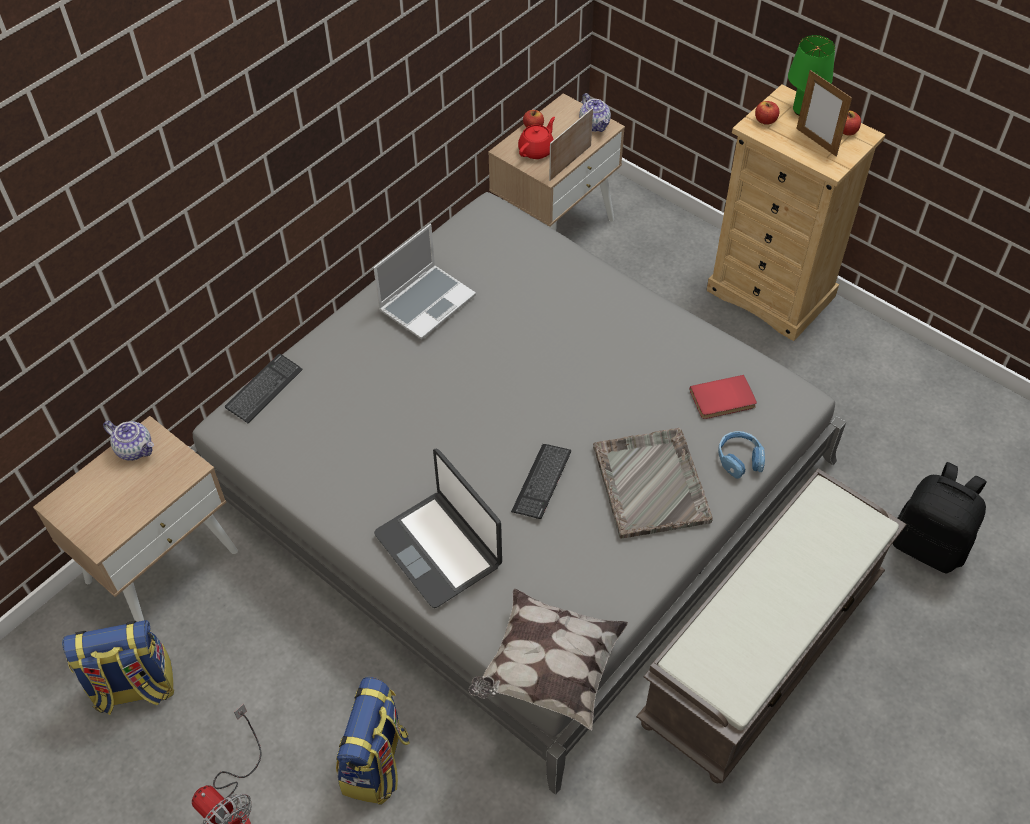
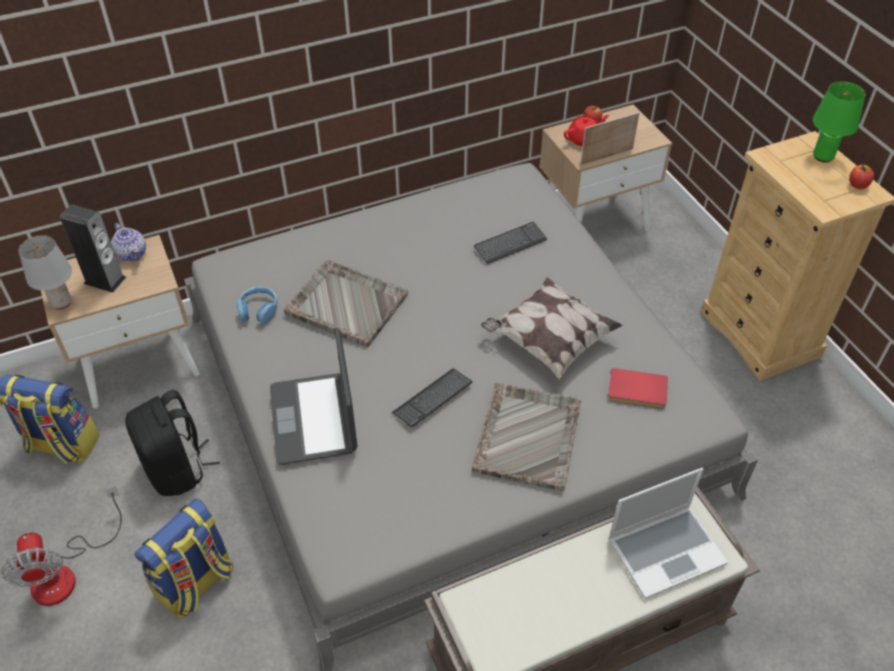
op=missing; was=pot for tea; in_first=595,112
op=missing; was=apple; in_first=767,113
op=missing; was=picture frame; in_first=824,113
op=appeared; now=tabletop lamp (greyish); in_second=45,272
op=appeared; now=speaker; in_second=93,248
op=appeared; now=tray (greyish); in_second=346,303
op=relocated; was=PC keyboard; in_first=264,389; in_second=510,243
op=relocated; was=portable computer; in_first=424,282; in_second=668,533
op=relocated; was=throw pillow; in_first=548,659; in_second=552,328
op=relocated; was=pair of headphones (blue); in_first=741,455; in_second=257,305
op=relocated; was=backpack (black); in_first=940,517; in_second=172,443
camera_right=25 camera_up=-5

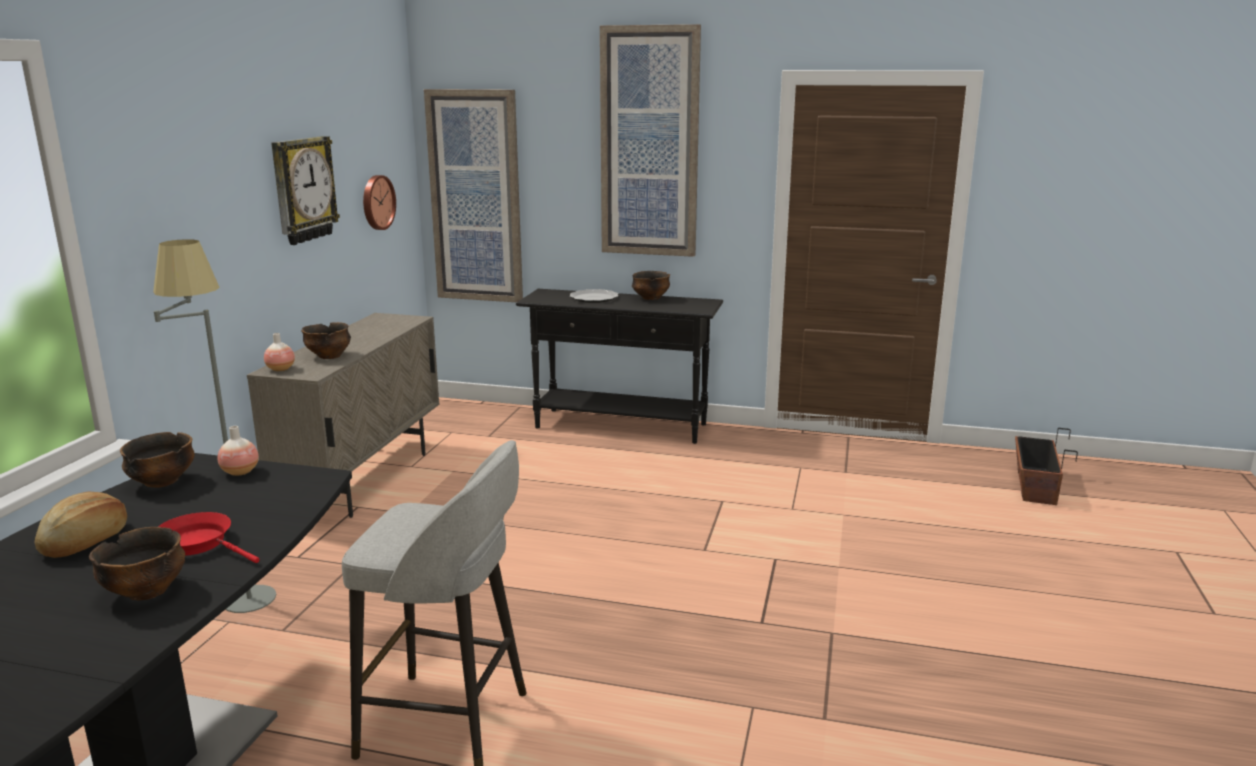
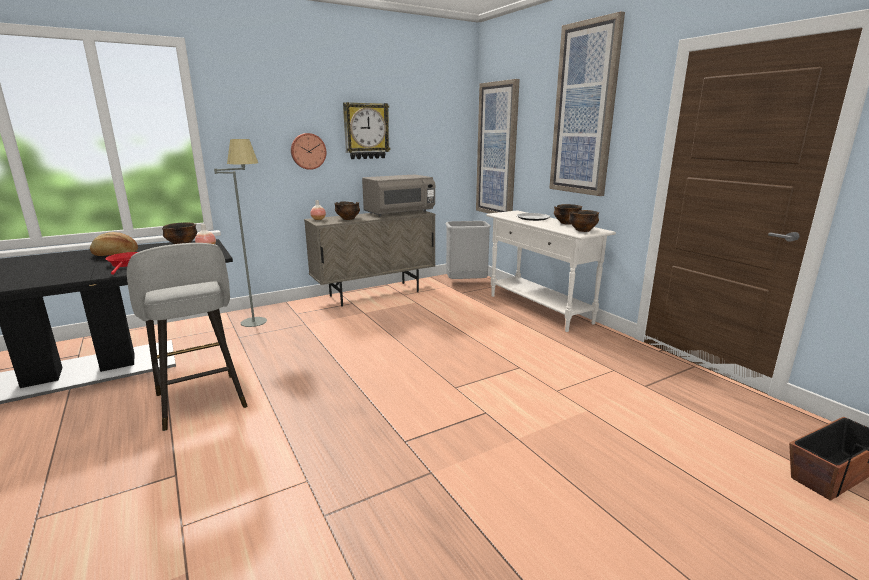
op=appeared; now=kitchen microwave (greyish); in_second=398,196
op=appeared; now=rubbish bin (greyish); in_second=468,250
op=relocated; was=bowl; in_first=137,564; in_second=584,221
op=relocated; was=hanging clock; in_first=379,202; in_second=308,151
op=colour; was=console table (black); now=console table (white); in_first=619,366; in_second=551,271
camera_right=45 camera_up=0

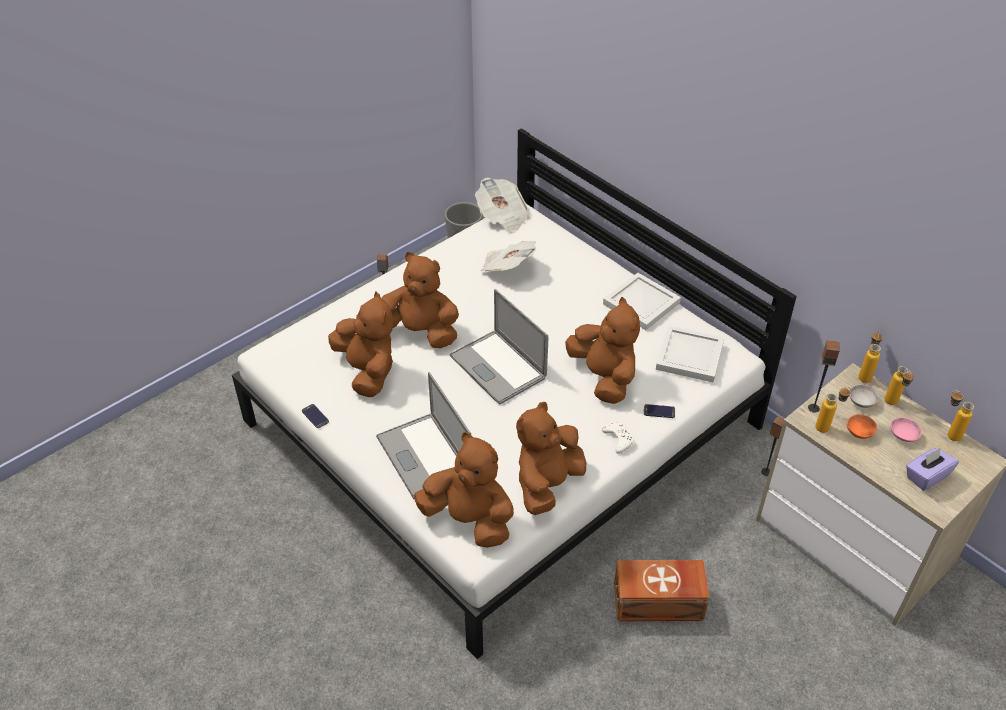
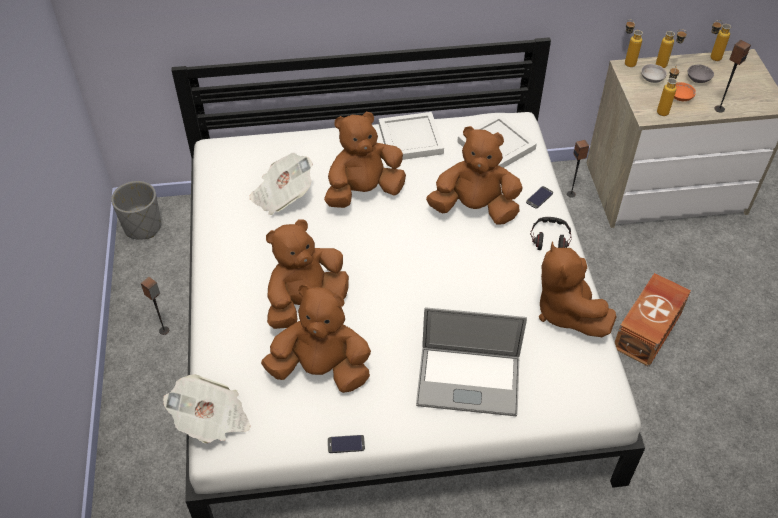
op=missing; was=portable computer; in_first=499,346
op=missing; was=tissue holder (purplish); in_first=932,469
op=relocated; was=cuddly toy (brown); in_first=464,490; in_second=365,160
op=relocated; was=daily paper; in_first=502,205; in_second=207,408
op=relocated; was=speaker; in_first=824,376; in_second=732,76
op=exchanged; was=joypad (white); now=pair of headphones; in_first=618,438; in_second=551,233
op=colour; was=bowl (pinkish); now=bowl (greyish); in_first=906,429; in_second=701,73
camera_right=-55 camera_up=5

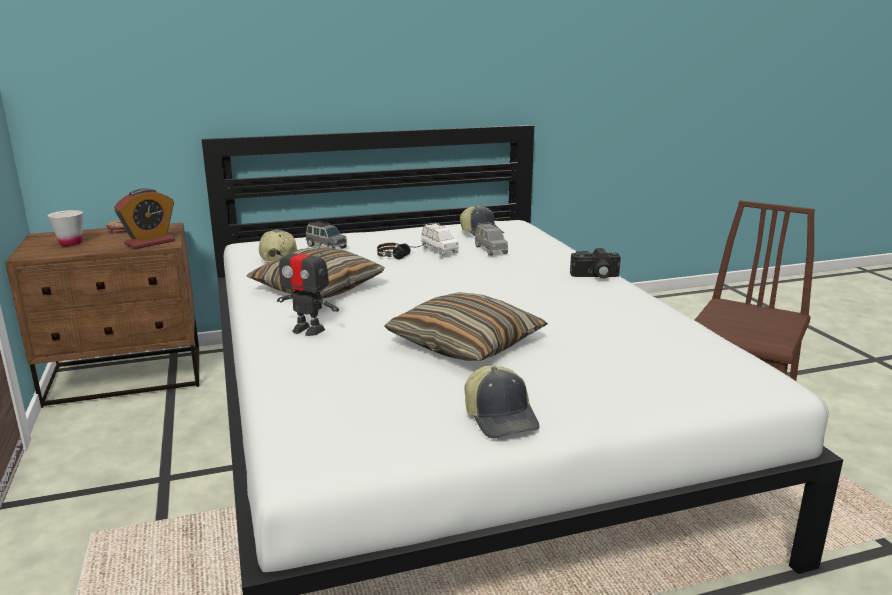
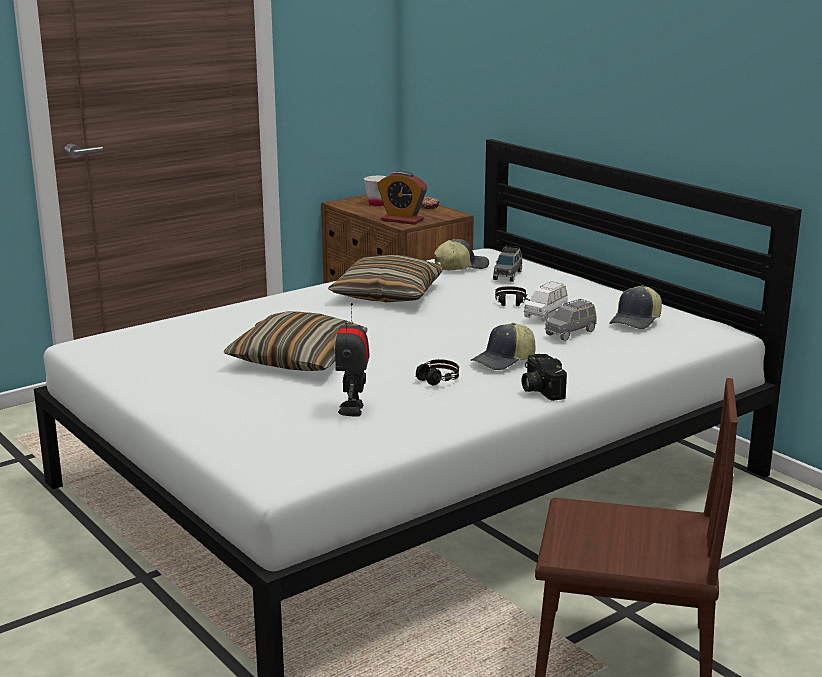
op=appeared; now=pair of headphones; in_second=437,372
op=relocated; was=toy robot; in_first=308,285; in_second=352,360
op=relocated; was=cap; in_first=502,402; in_second=503,346
camera_right=70 camera_up=0

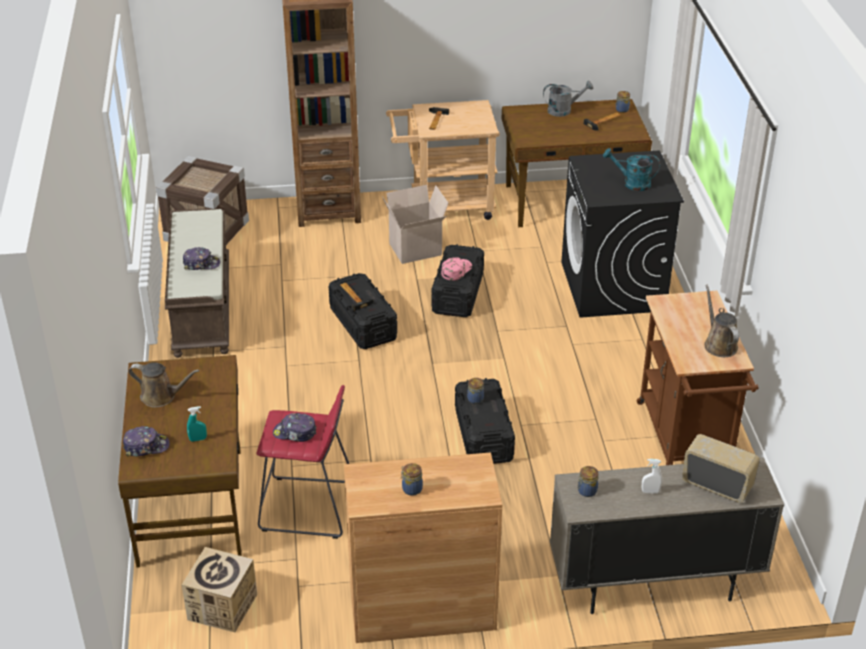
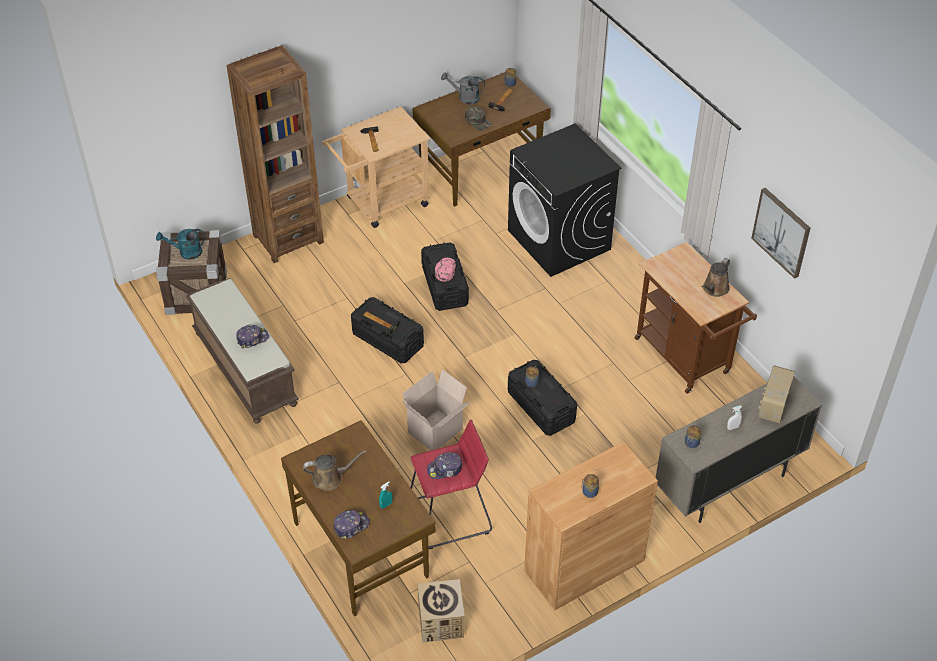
op=appeared; now=cap (green-coloured); in_second=478,118
op=appeared; now=wall picture; in_second=781,233
op=relocated; was=packing box; in_first=415,224; in_second=436,410
op=relocated; was=watering pot (blue-green); in_first=631,169; in_second=180,244
op=spun; was=watering pot (greyish); in_first=568,99; in_second=463,88; clockwise=-135
op=spun; was=radio receiver; in_first=721,468; in_second=776,394; clockwise=-75
op=spun; was=watering pot (brown); in_first=721,321; in_second=716,277; clockwise=-105
camera_right=-25 camera_up=10

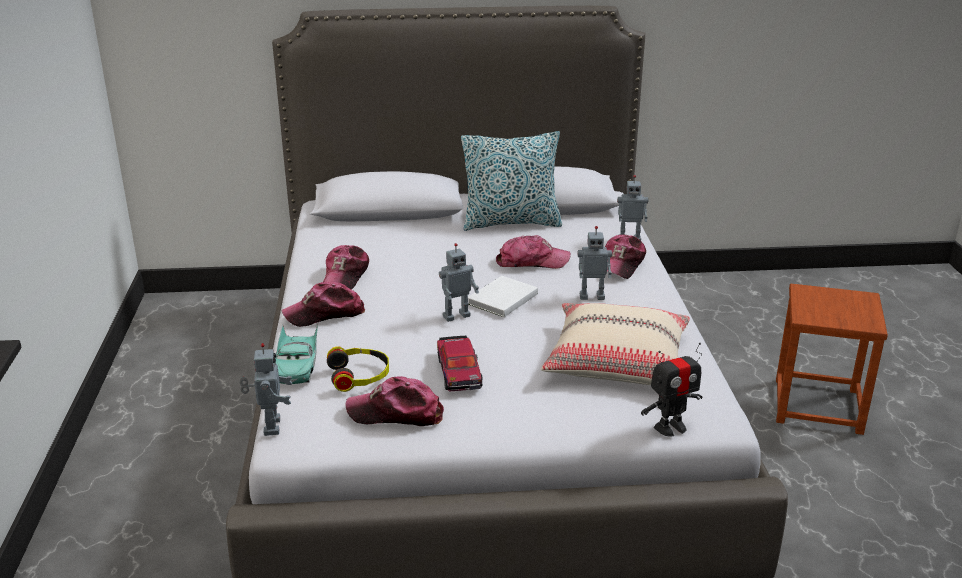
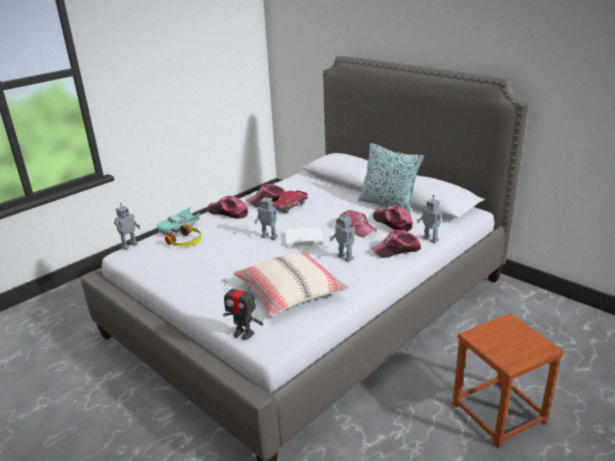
op=relocated; was=cap; in_first=395,401; in_second=393,218
op=relocated; was=toy car; in_first=460,364; in_second=289,201
camera_right=50 camera_up=0

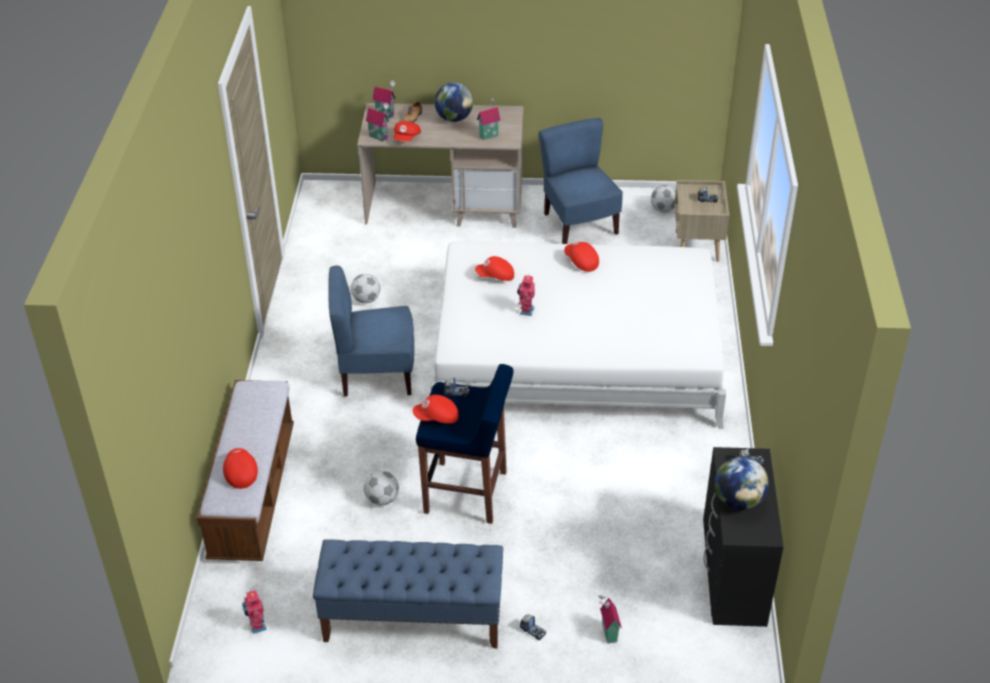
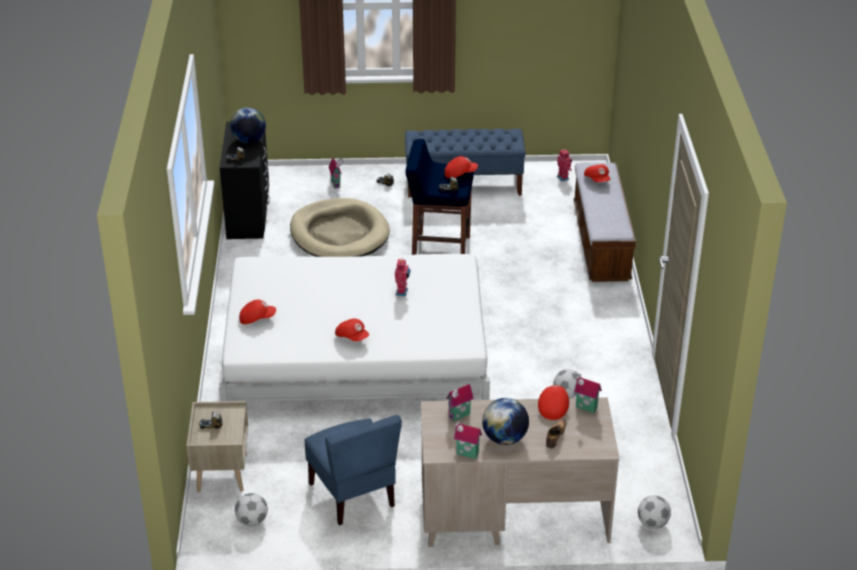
op=missing; was=chair (blue); in_first=371,331
op=appeared; now=pet bed (sand-coloured); in_second=340,227
op=relocated; was=football; in_first=381,488; in_second=654,512
op=relocated; was=model house; in_first=384,99; in_second=468,439
op=relocated; was=cap (red-coloured); in_first=494,268; in_second=257,311
camera_right=175 camera_up=-5

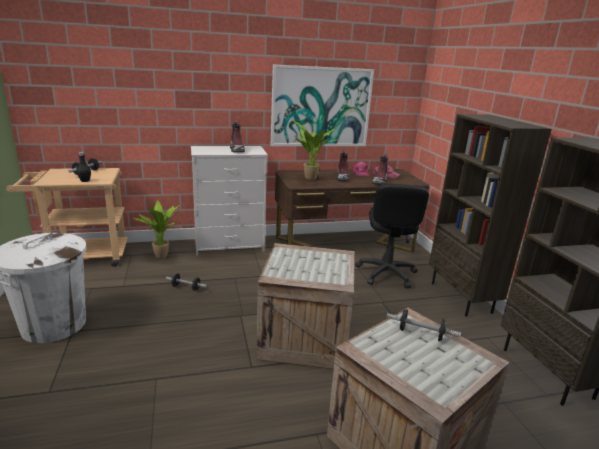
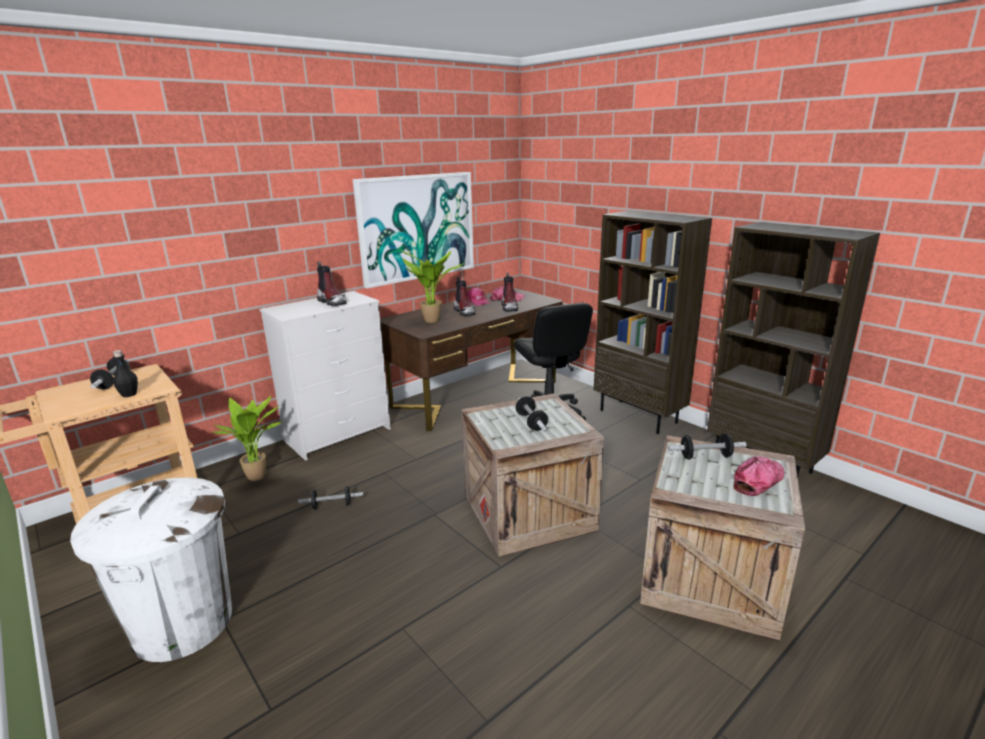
op=appeared; now=free weight; in_second=532,413
op=appeared; now=cap; in_second=759,476
camera_right=-25 camera_up=0

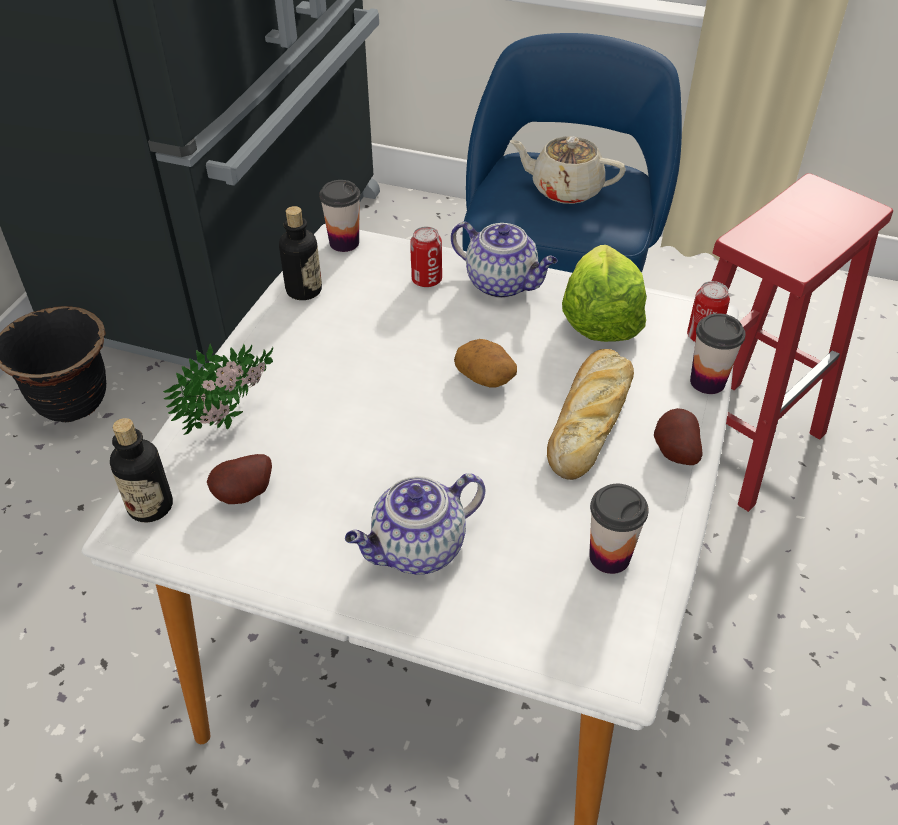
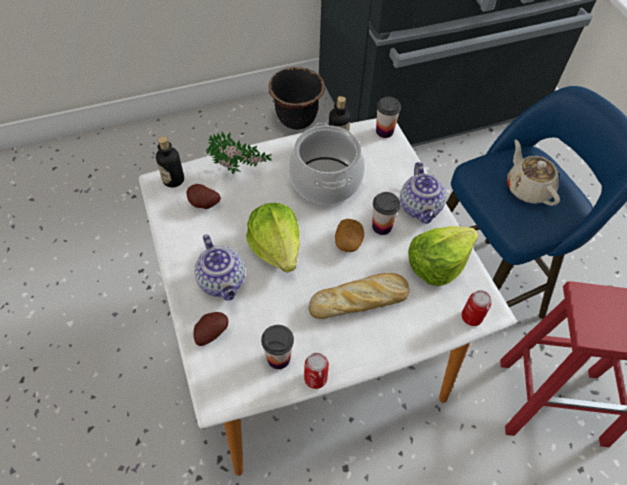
op=appeared; now=head of lettuce; in_second=273,238
op=appeared; now=saucepot; in_second=326,163
op=relocated; was=can; in_first=426,257; in_second=316,371
op=relocated; was=whole potato; in_first=678,436; in_second=211,329
op=relocated; was=cup; in_first=718,353; in_second=386,213
op=spun; was=pot for tea; in_first=415,524; in_second=219,267; clockwise=-135
camera_right=50 camera_up=10

